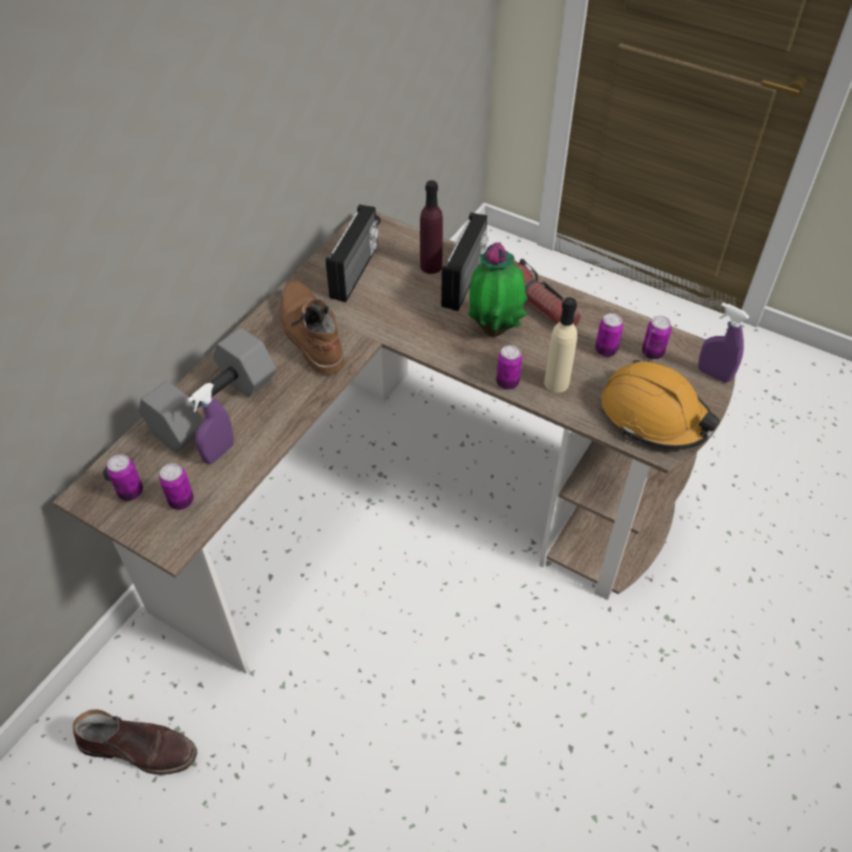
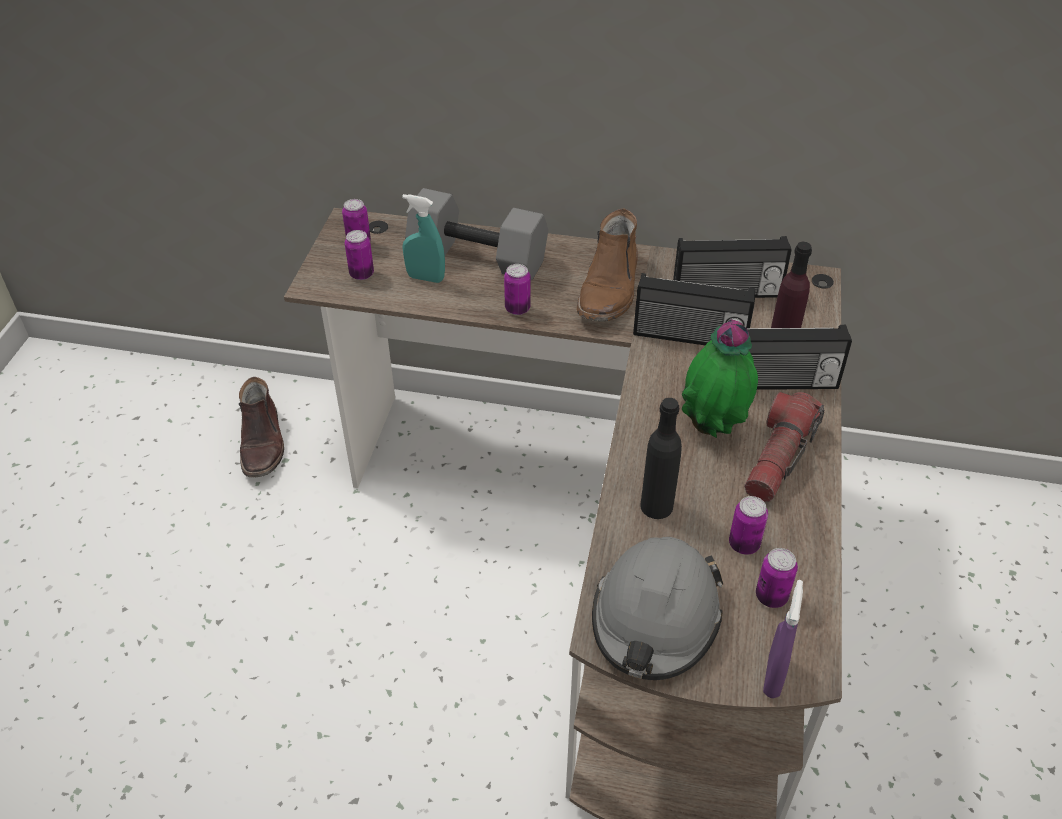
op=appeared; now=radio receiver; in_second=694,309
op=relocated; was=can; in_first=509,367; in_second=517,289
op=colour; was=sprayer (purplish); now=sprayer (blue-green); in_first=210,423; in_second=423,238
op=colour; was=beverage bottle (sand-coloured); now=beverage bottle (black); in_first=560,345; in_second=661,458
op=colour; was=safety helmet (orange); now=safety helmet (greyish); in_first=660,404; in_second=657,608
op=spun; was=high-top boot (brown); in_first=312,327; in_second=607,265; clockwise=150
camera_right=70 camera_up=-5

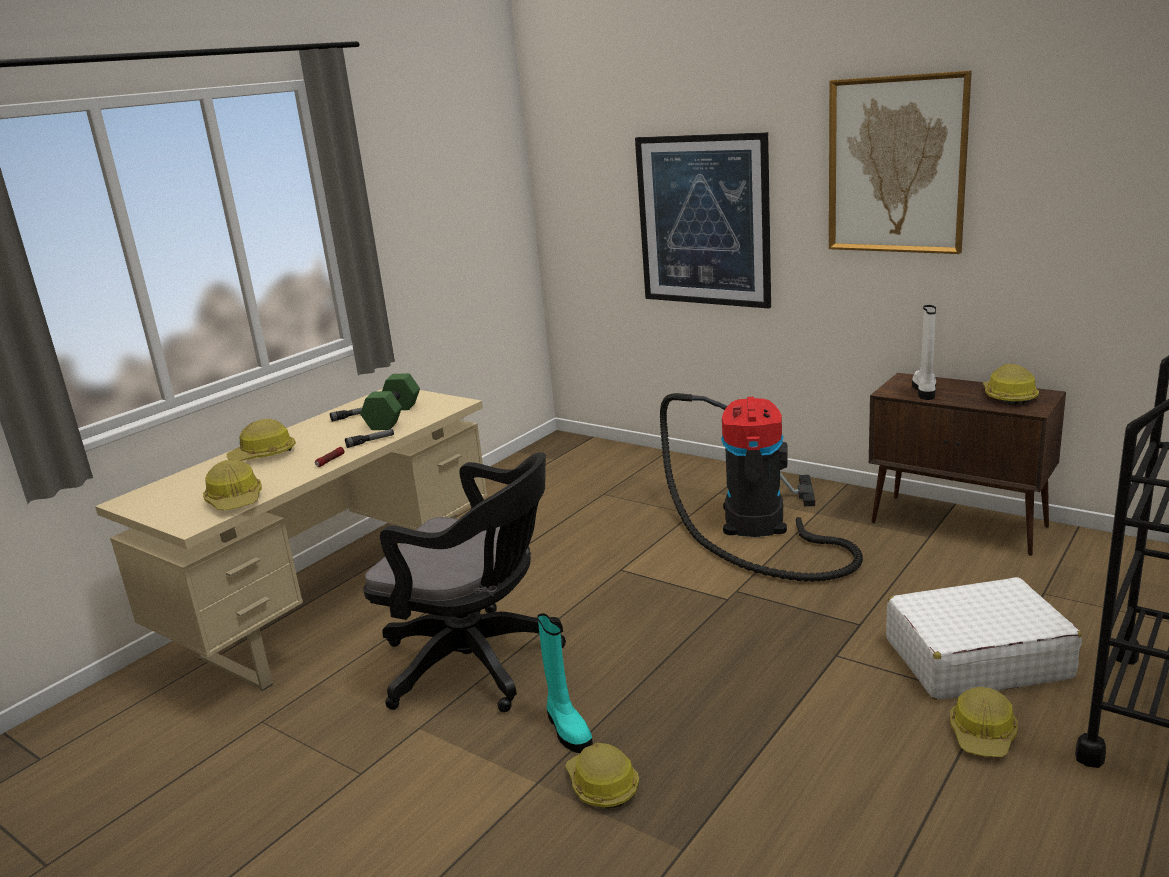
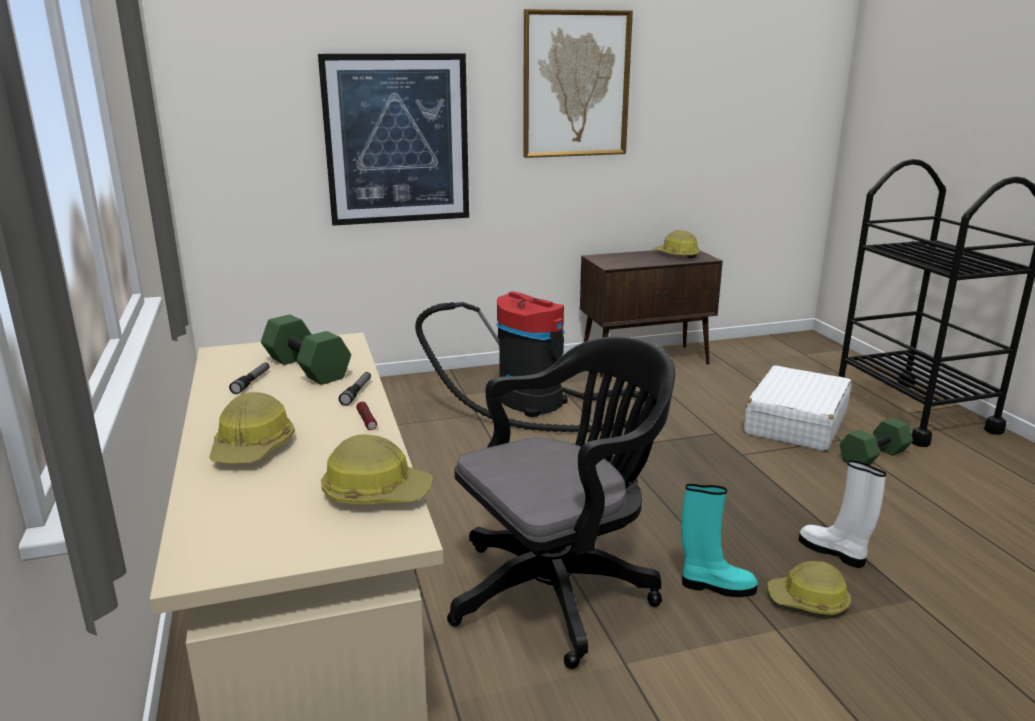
op=relocated; was=high-top boot (white); in_first=924,352; in_second=842,514
op=exchanged; was=safety helmet; now=free weight (green-coloured); in_first=984,722; in_second=876,441
camera_right=-55 camera_up=0

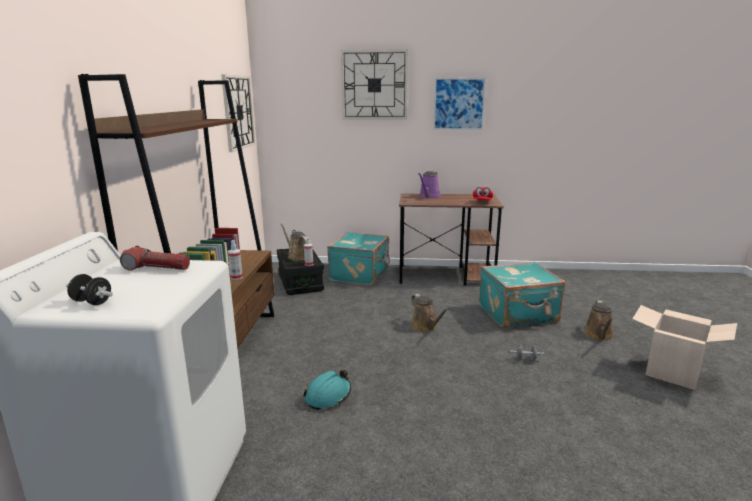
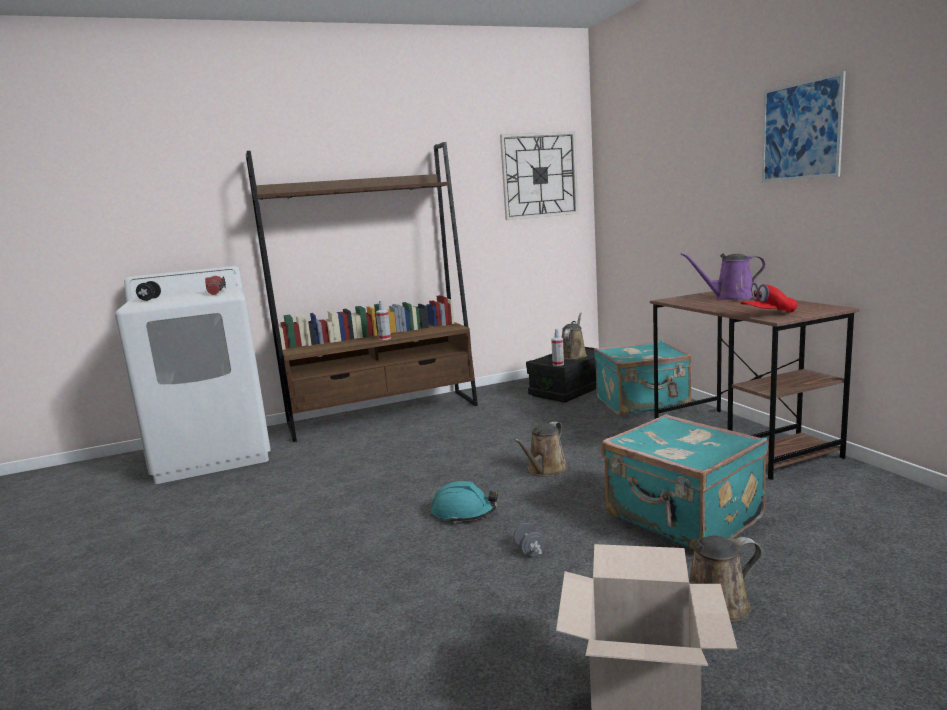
op=missing; was=hanging clock; in_first=374,84
op=relocated; was=safety helmet (blue-green); in_first=327,390; in_second=464,502
camera_right=65 camera_up=-5

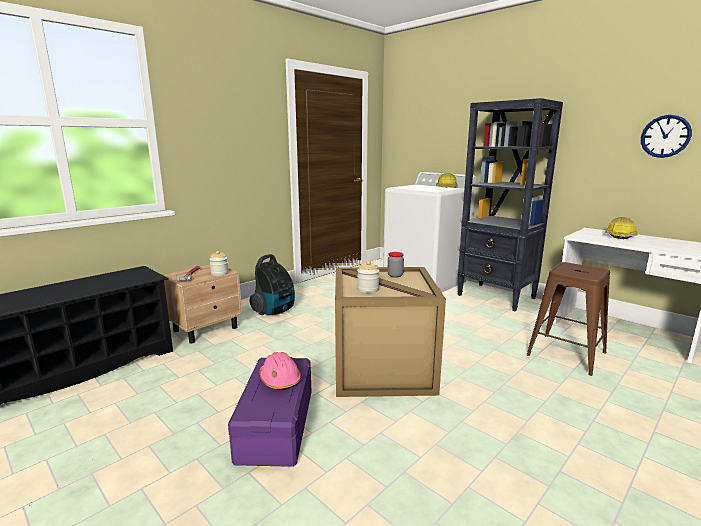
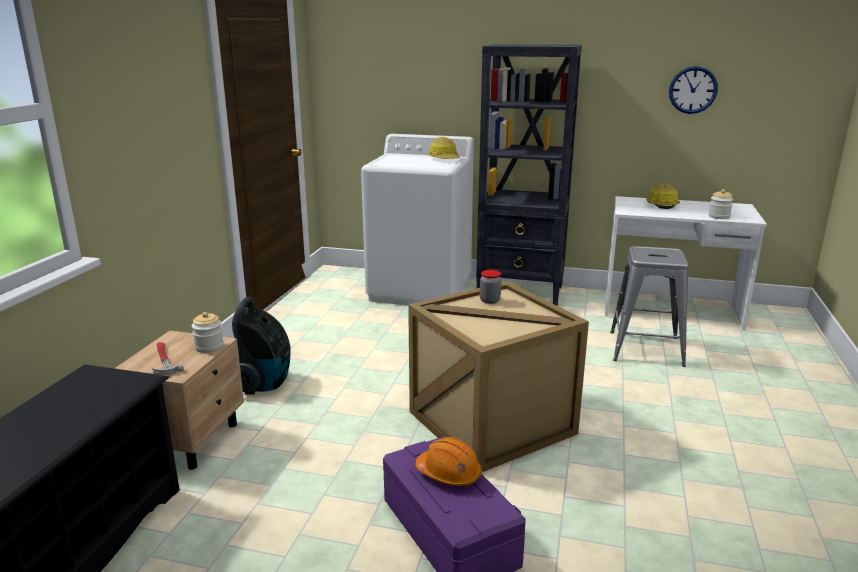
op=relocated; was=storage jar; in_first=368,277; in_second=720,204
op=colour; was=safety helmet (pinkish); now=safety helmet (orange); in_first=280,371; in_second=448,462
op=colour; was=stool (brown); now=stool (greyish); in_first=568,319; in_second=649,306
camera_right=-30 camera_up=5

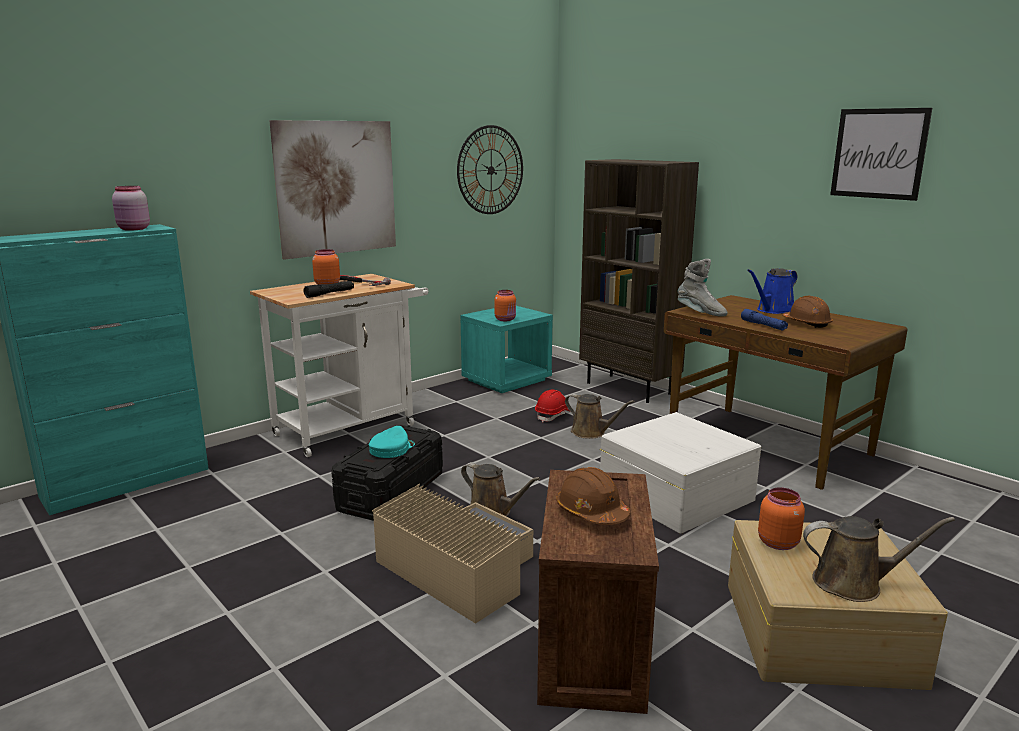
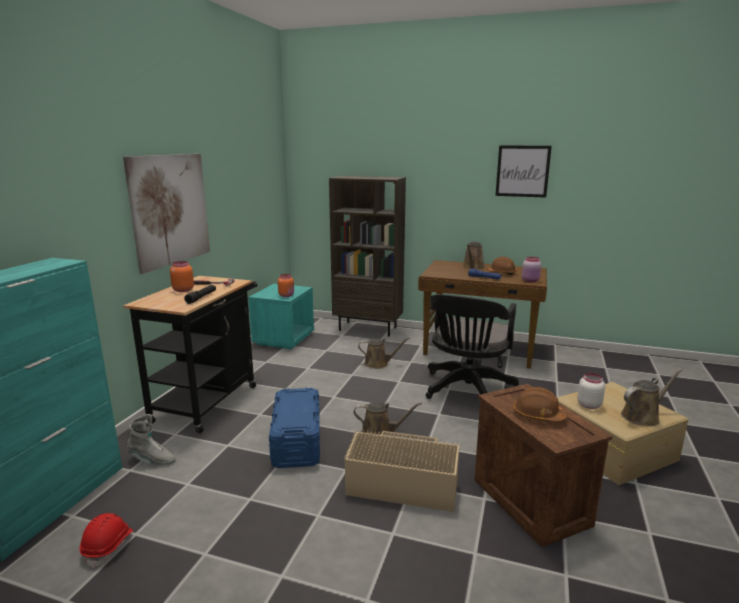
op=missing; was=cap (blue-green); in_first=391,442
op=missing; was=hanging clock; in_first=490,169
op=relocated; was=storage jar (pinkish); in_first=131,208; in_second=531,270
op=relocated; was=safety helmet (red-coloured); in_first=552,405; in_second=106,540
op=relocated; was=high-top boot (greyish); in_first=703,287; in_second=151,439
op=exchanged; was=storage container (white); now=office chair (black); in_first=680,472; in_second=472,346
op=colour; was=trolley (white); now=trolley (black); in_first=339,365; in_second=190,354
op=colour; was=storage container (black); now=storage container (blue); in_first=387,473; in_second=294,427
op=colour; was=watering pot (blue); now=watering pot (brown); in_first=772,291; in_second=473,255
op=colour; was=storage jar (orange); now=storage jar (white); in_first=781,518; in_second=591,391
camera_right=-30 camera_up=0

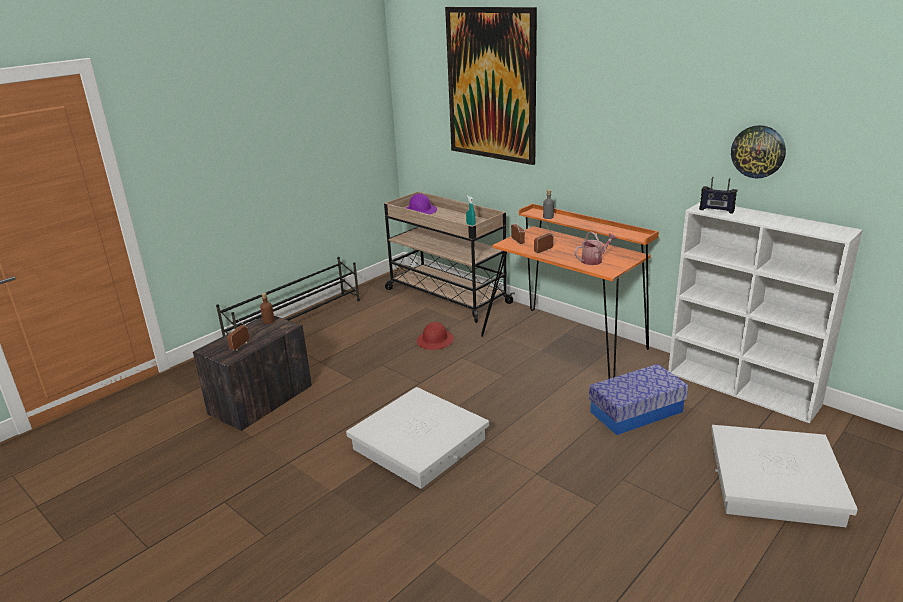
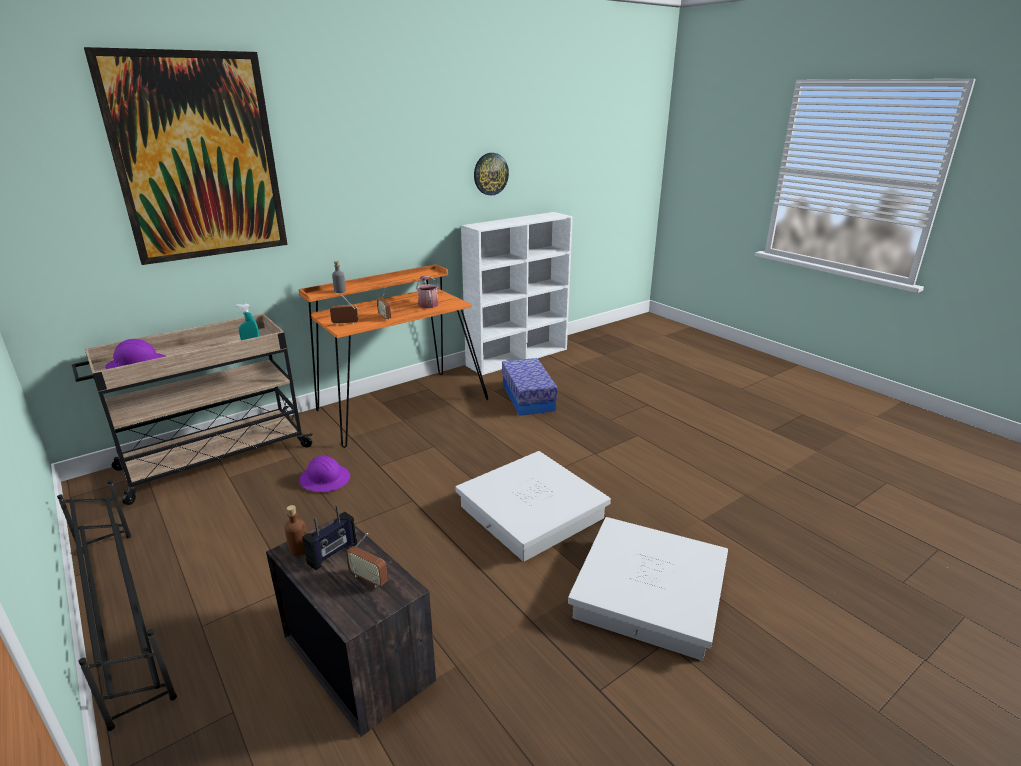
op=relocated; was=radio receiver; in_first=718,195; in_second=329,537
op=relocated; was=storage container (white); in_first=784,476; in_second=648,589
op=colour; was=safety helmet (red-coloured); now=safety helmet (purplish); in_first=435,336; in_second=324,474
camera_right=-80 camera_up=0

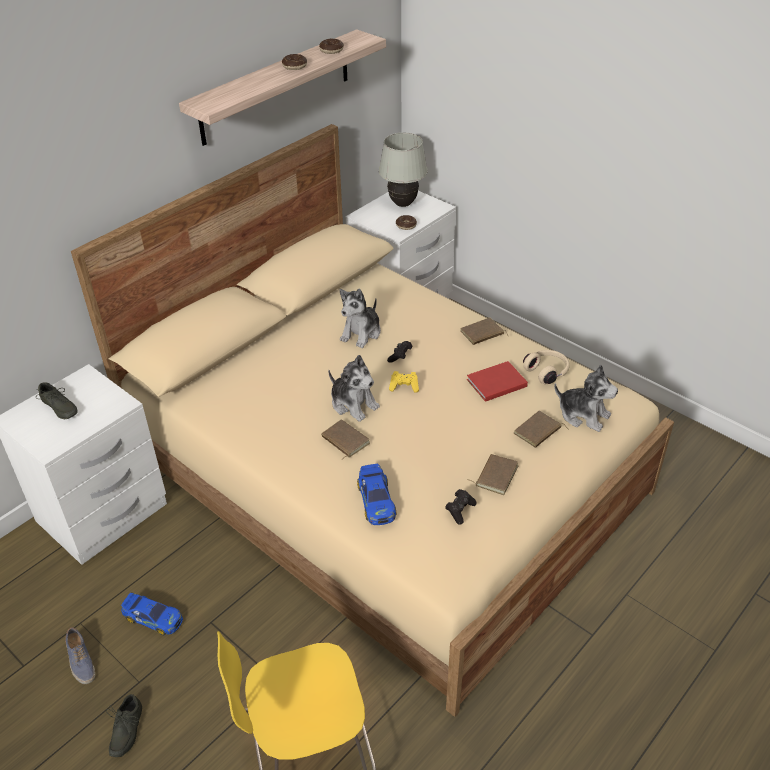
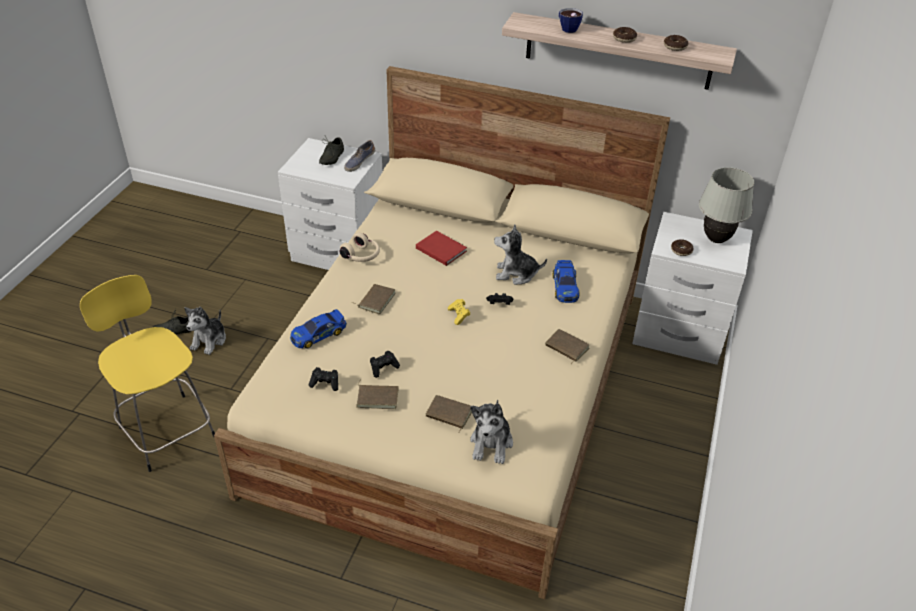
op=appeared; now=joypad (black); in_second=385,364
op=appeared; now=cup; in_second=571,20
op=relocated; was=item of footwear; in_first=80,656; in_second=359,156
op=relocated; was=toy car; in_first=152,614; in_second=566,281
op=relocated; was=cuddly toy; in_first=354,388; in_second=205,331
op=relocated; was=book (red-coloured); in_first=497,381; in_second=441,248
op=relocated; was=pair of headphones (sand-coloured); in_first=546,367; in_second=360,247
camera_right=65 camera_up=0

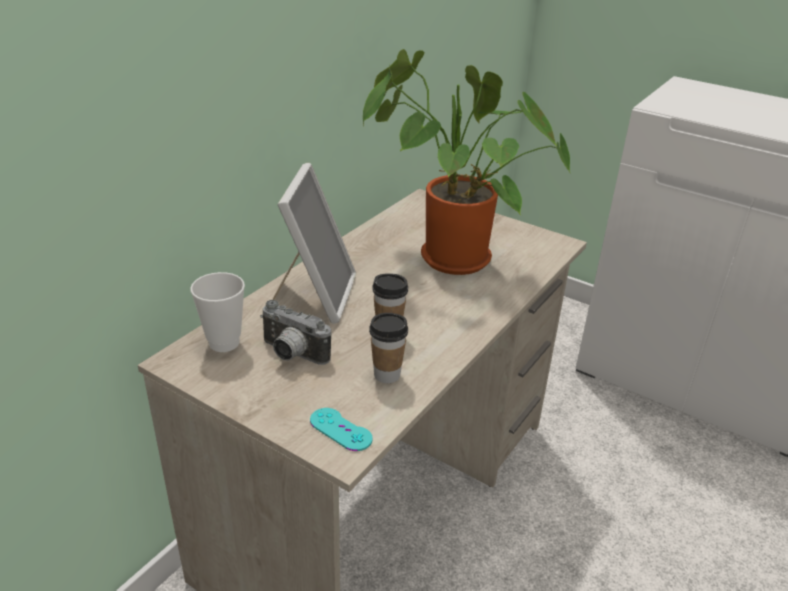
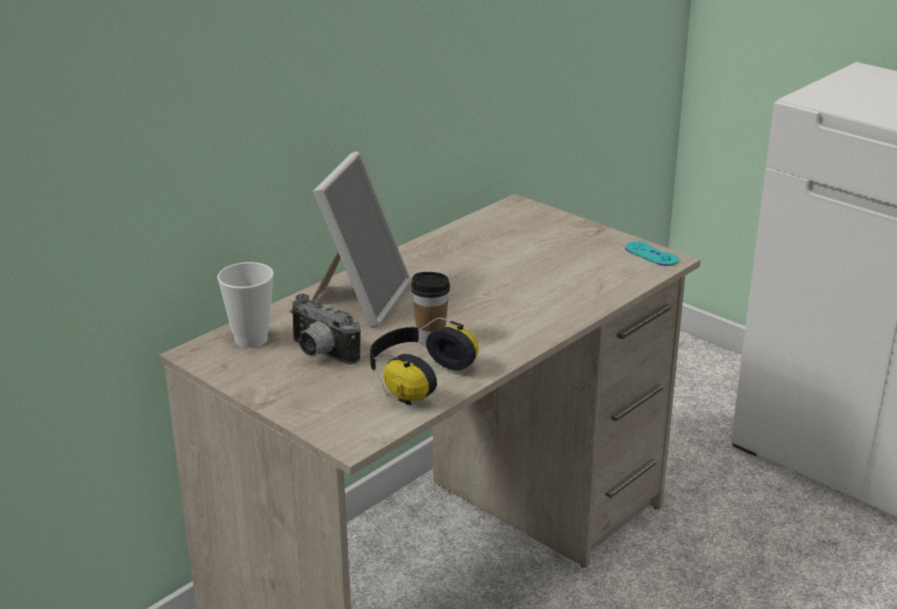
op=missing; was=potted plant; in_first=466,162
op=relocated; was=joypad (blue-green); in_first=341,429; in_second=652,253
op=exchanged; was=cup; now=pair of headphones; in_first=388,348; in_second=424,361
camera_right=10 camera_up=-5

